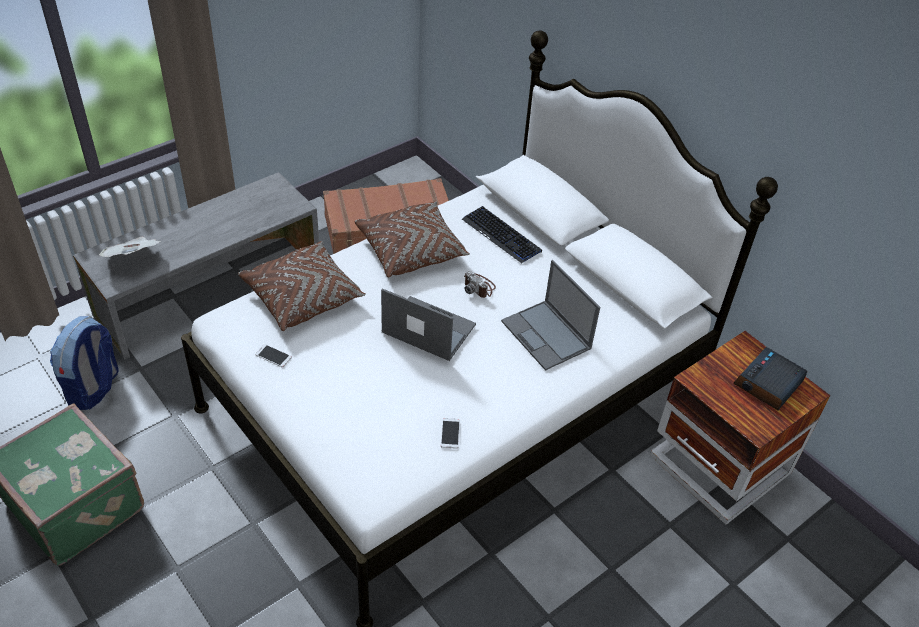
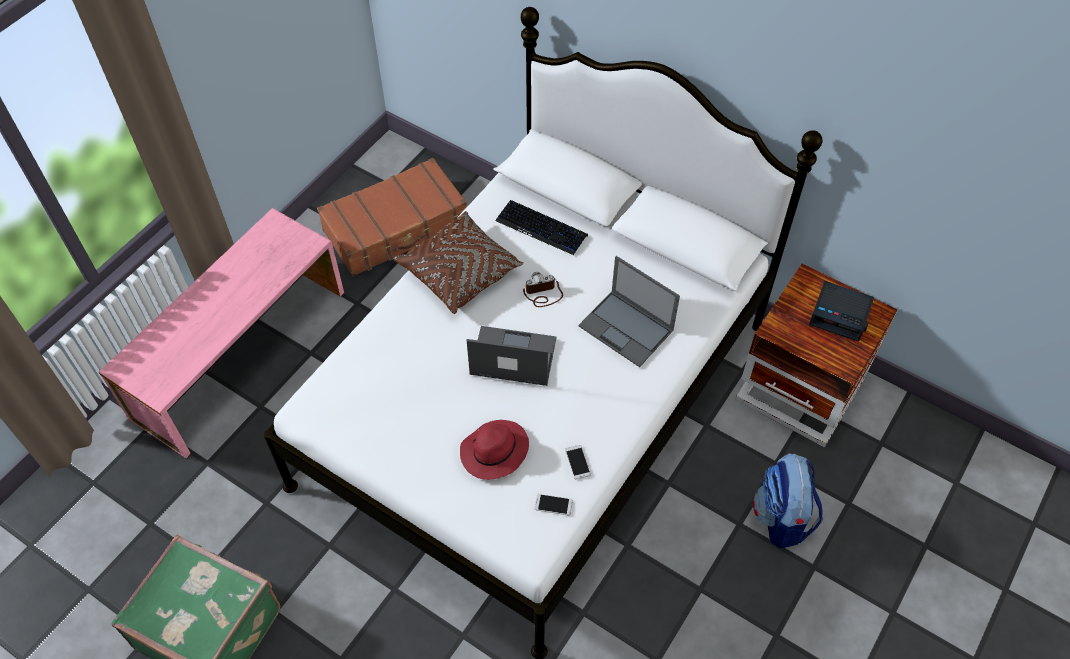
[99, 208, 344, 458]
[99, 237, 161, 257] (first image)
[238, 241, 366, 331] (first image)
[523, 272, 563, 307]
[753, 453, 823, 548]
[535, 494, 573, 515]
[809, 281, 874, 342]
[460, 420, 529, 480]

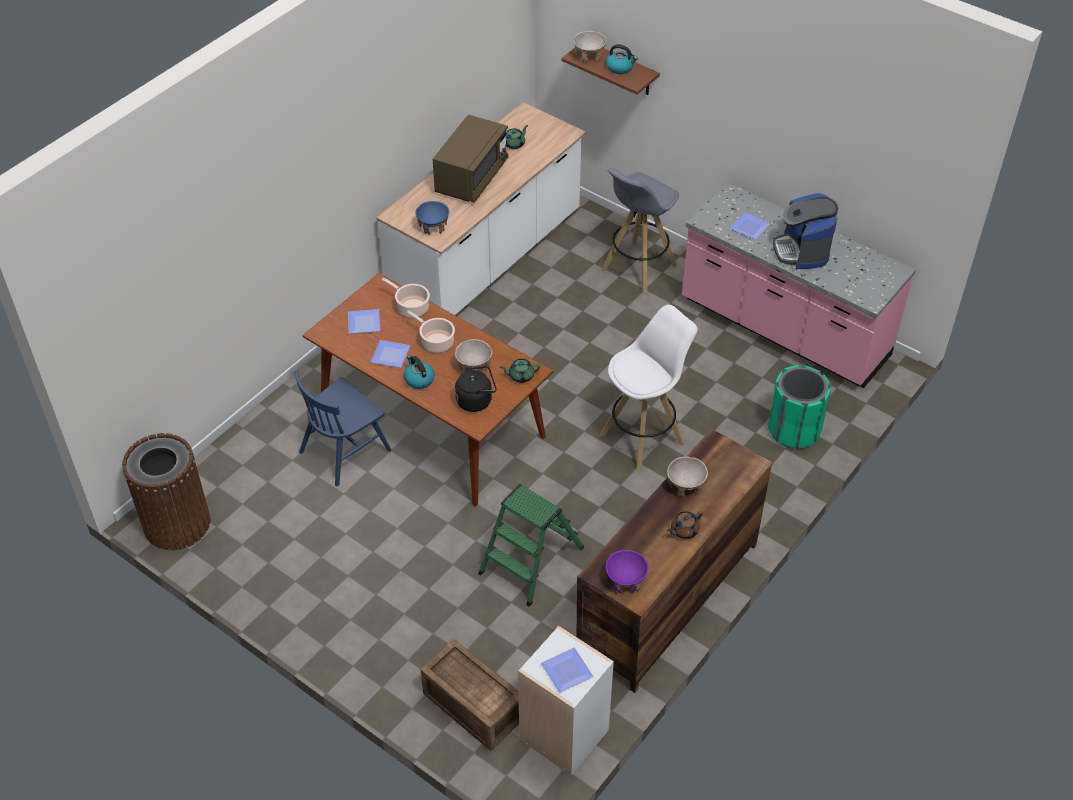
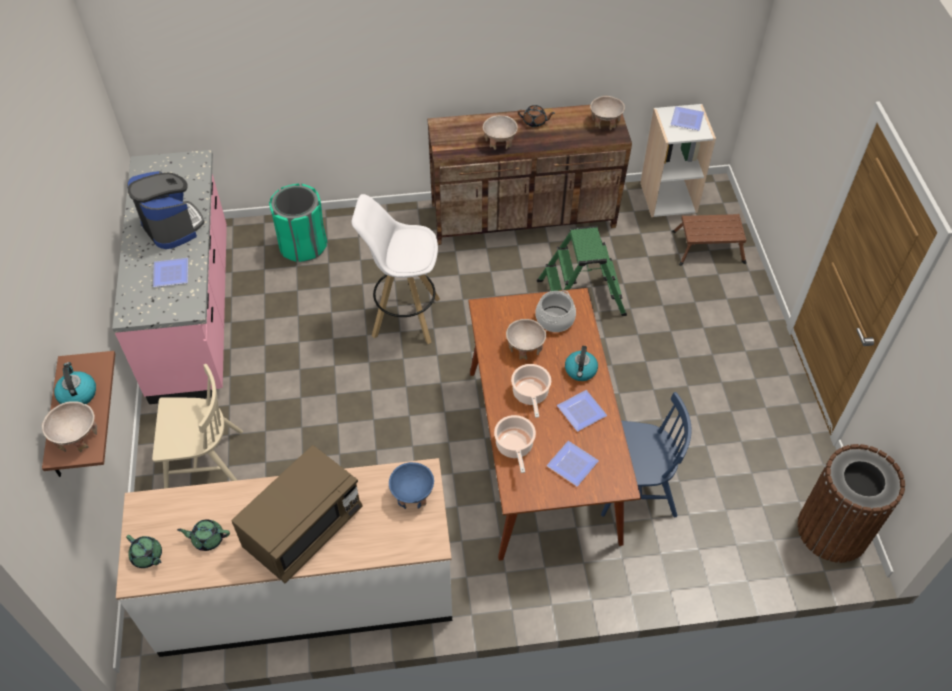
[231, 445, 363, 583]
[152, 364, 243, 489]
[127, 171, 205, 249]
[126, 535, 162, 568]
[536, 290, 576, 332]
[590, 96, 625, 130]
[672, 214, 746, 266]

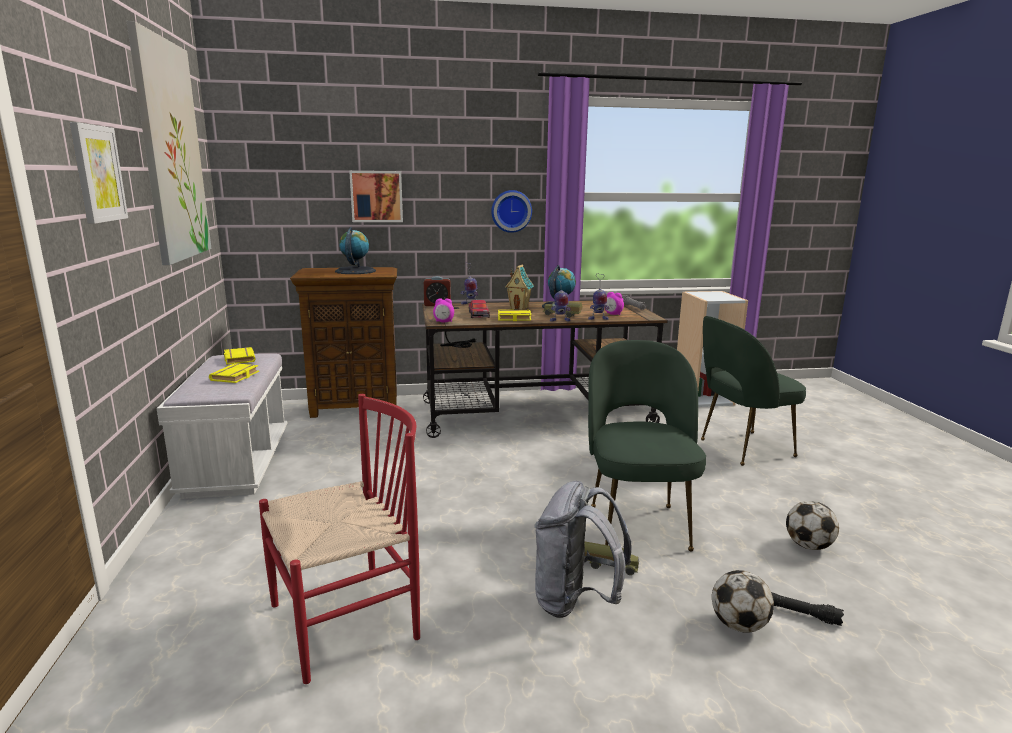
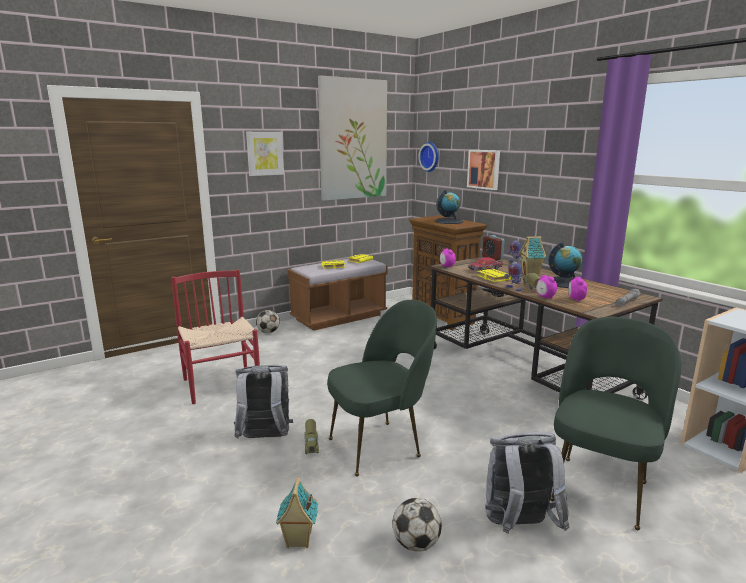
[418, 142, 439, 172]
[536, 275, 557, 299]
[551, 317, 681, 530]
[288, 259, 388, 331]
[171, 269, 260, 404]
[256, 310, 280, 333]
[276, 477, 318, 548]
[485, 432, 570, 534]

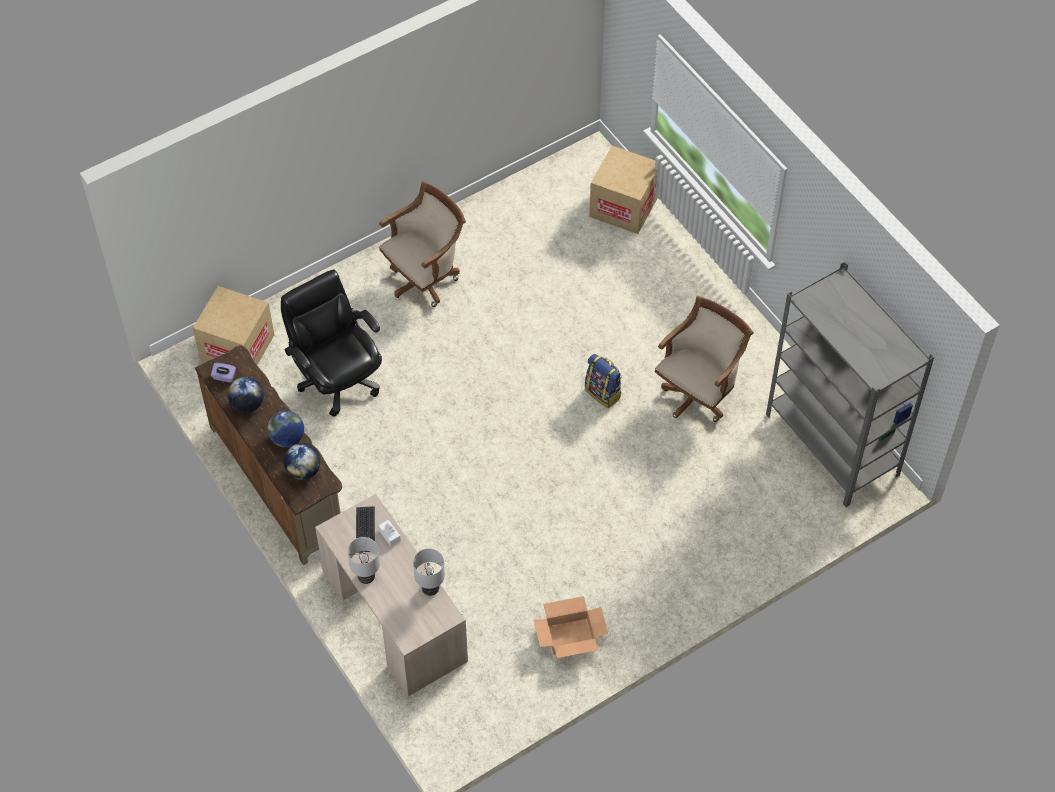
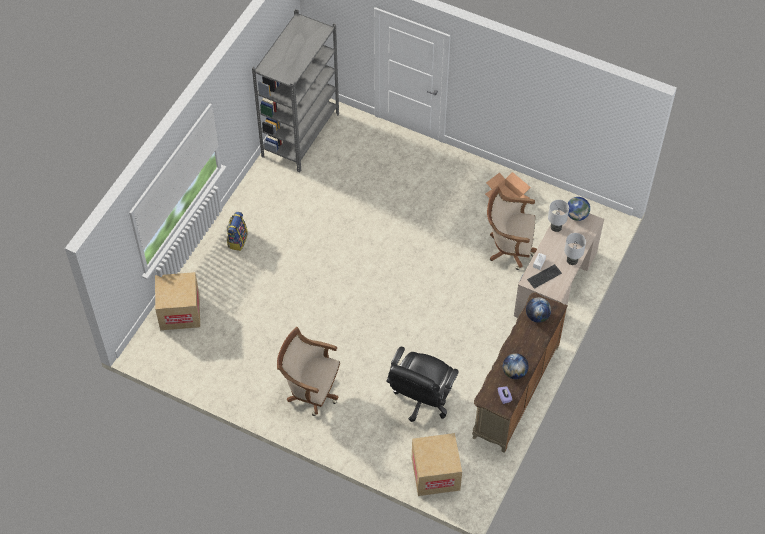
[487, 186, 537, 270]
[227, 212, 248, 251]
[567, 197, 590, 221]

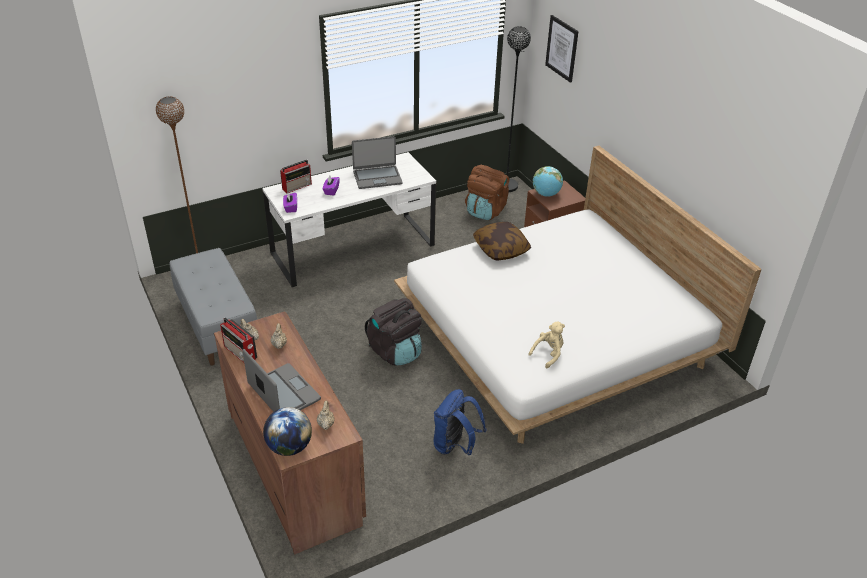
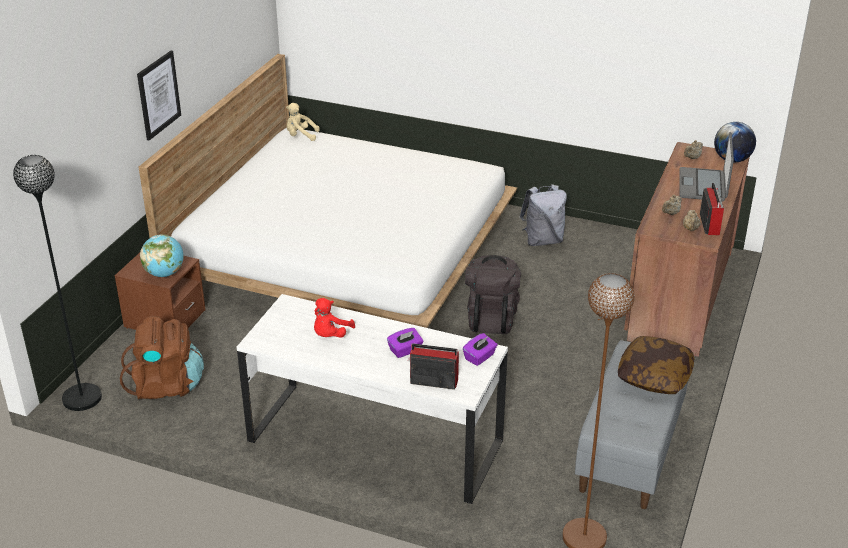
[137, 51, 181, 141]
[314, 298, 355, 338]
[618, 336, 694, 394]
[286, 103, 320, 141]
[519, 184, 567, 246]

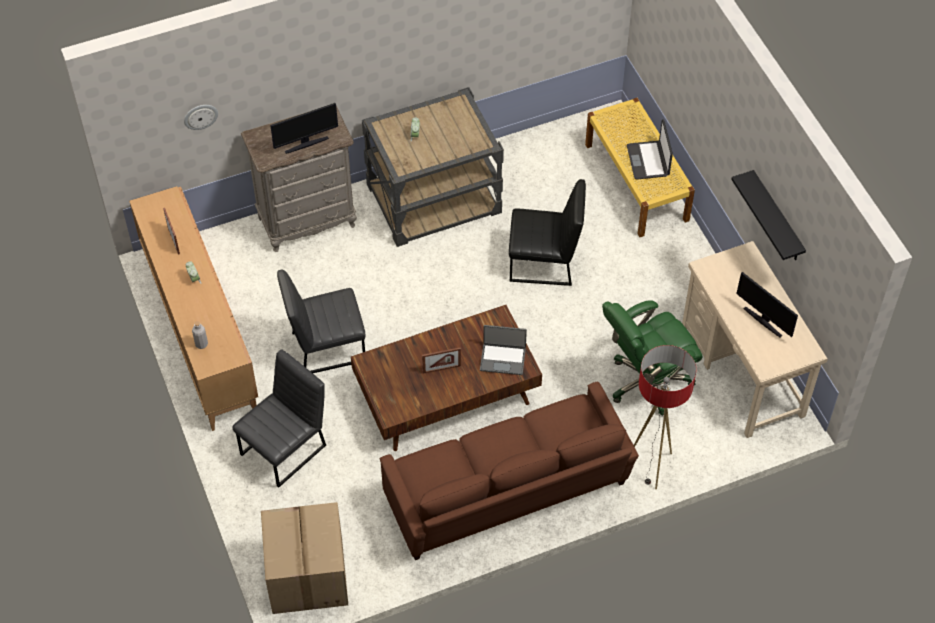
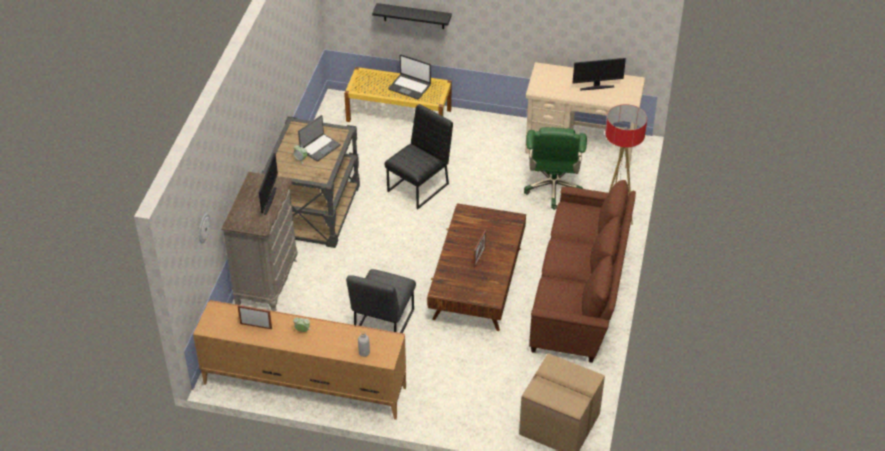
[372, 3, 452, 29]
[298, 115, 341, 162]
[232, 349, 326, 488] (first image)

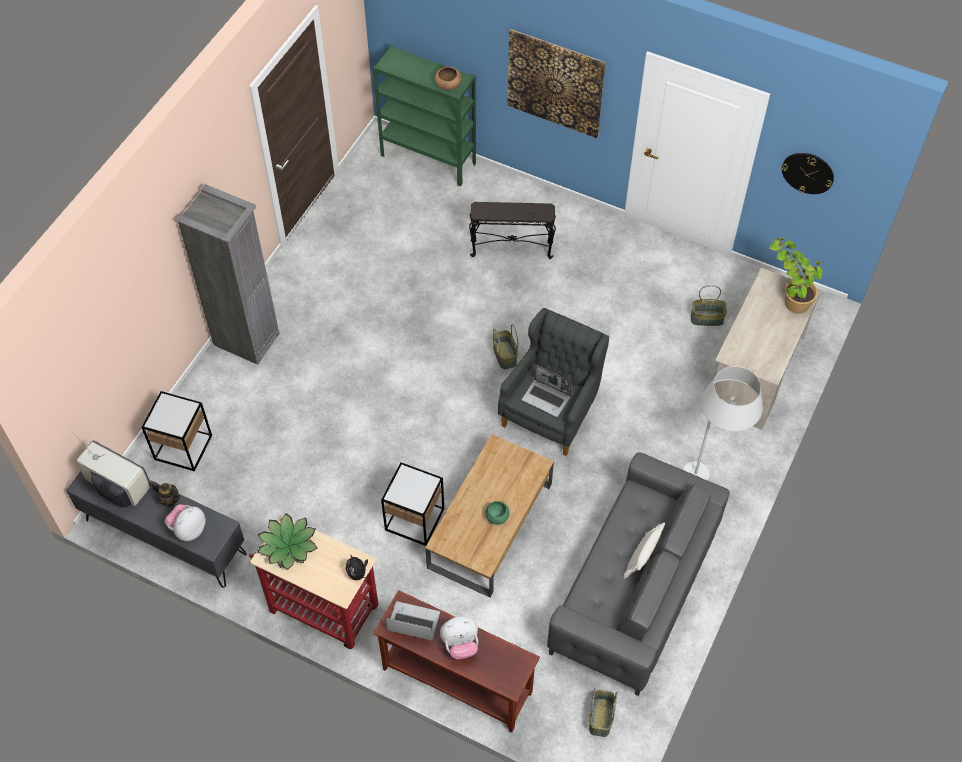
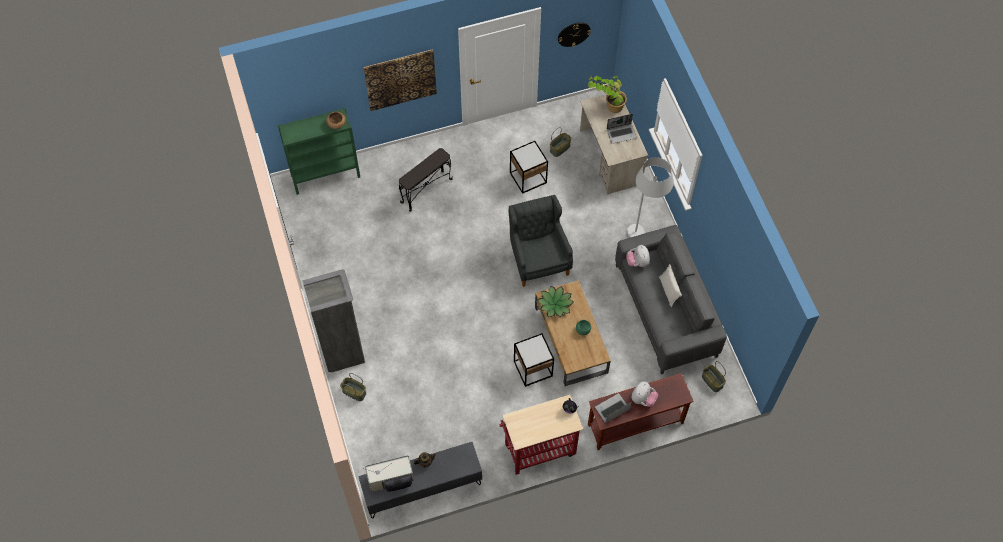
[340, 373, 366, 401]
[607, 114, 637, 144]
[510, 141, 548, 194]
[626, 245, 650, 267]
[537, 286, 573, 318]

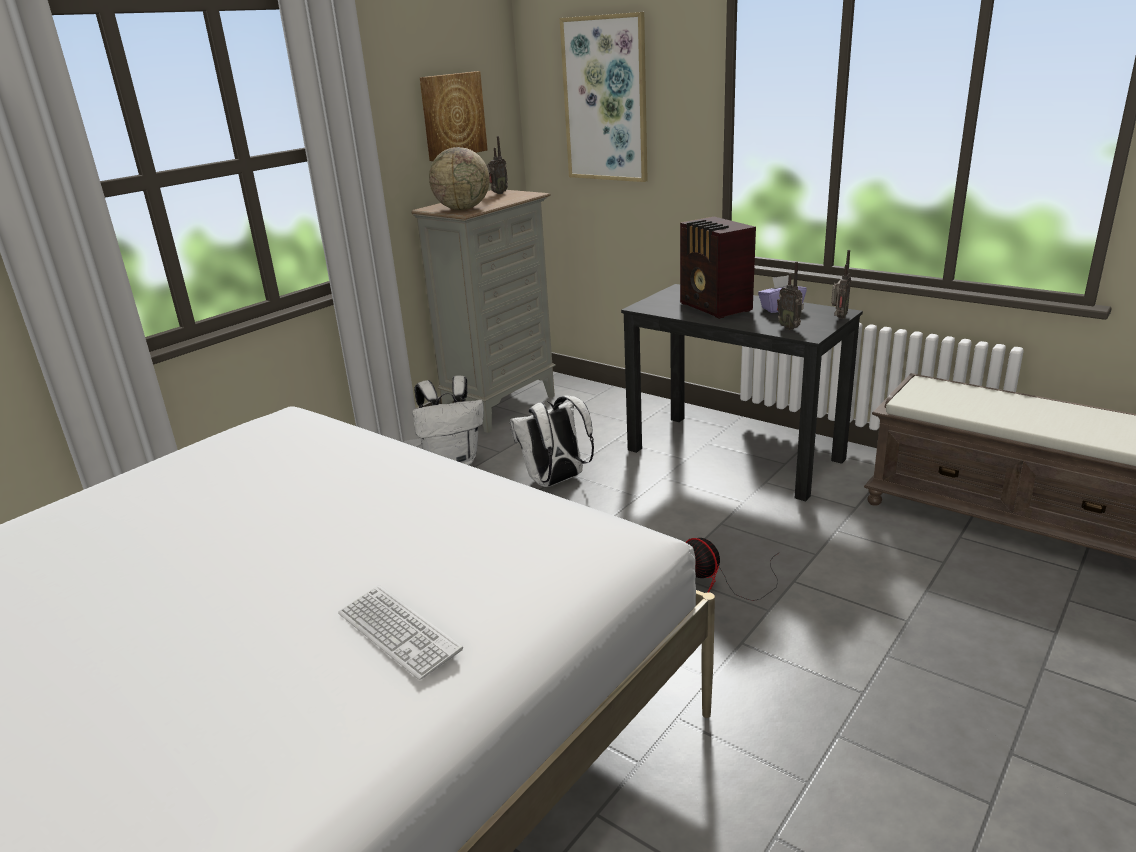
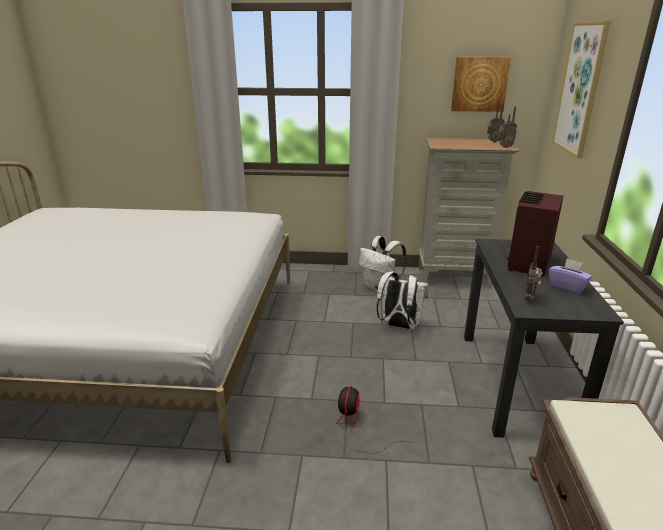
[429, 147, 490, 210] (first image)
[499, 106, 517, 148]
[338, 585, 463, 680] (first image)

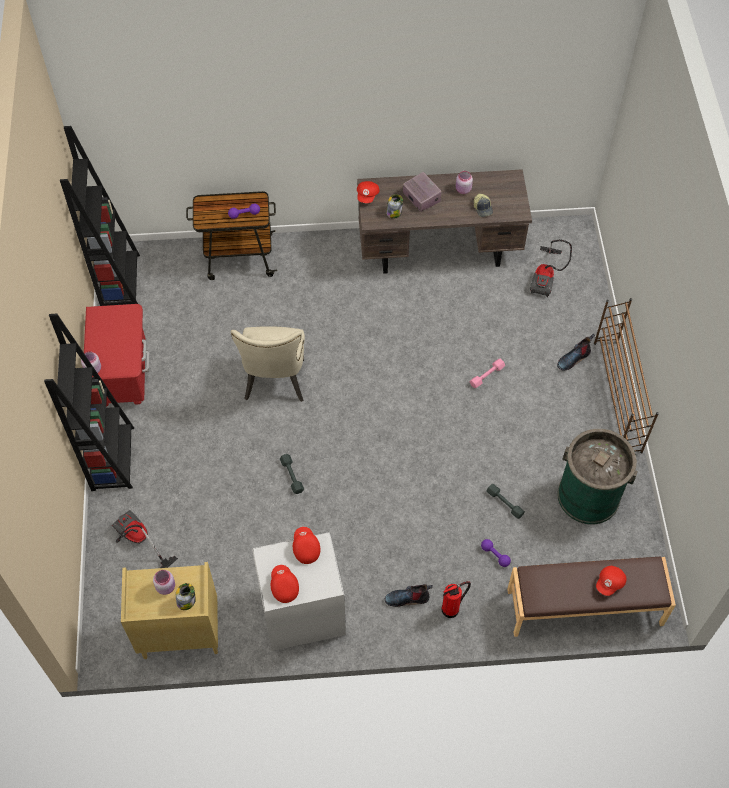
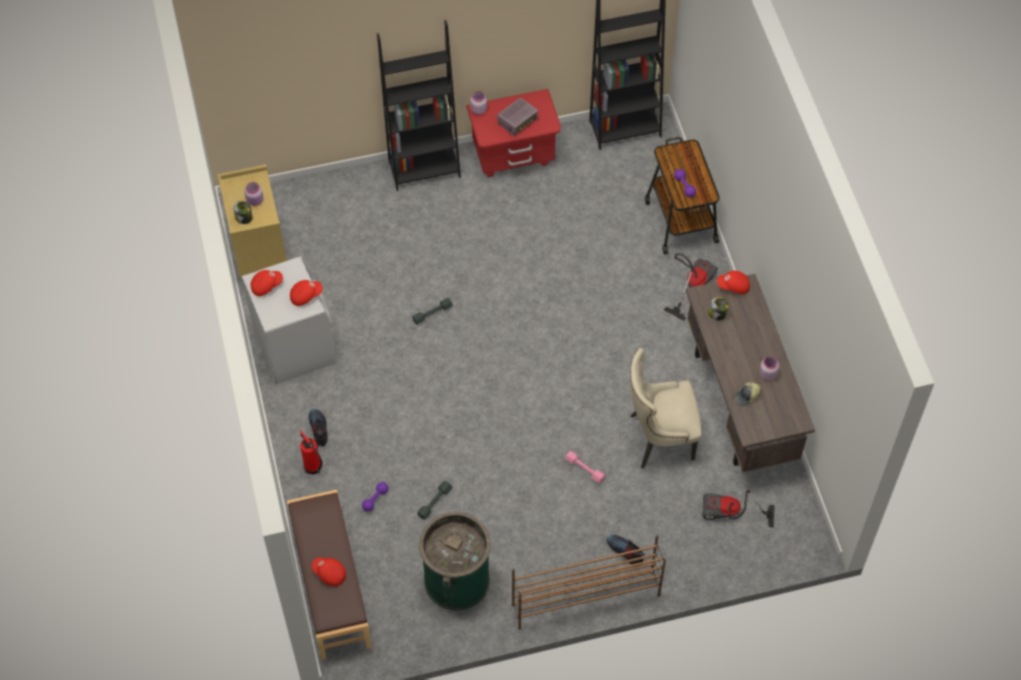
[497, 98, 538, 137]
[630, 348, 701, 469]
[664, 253, 718, 321]

